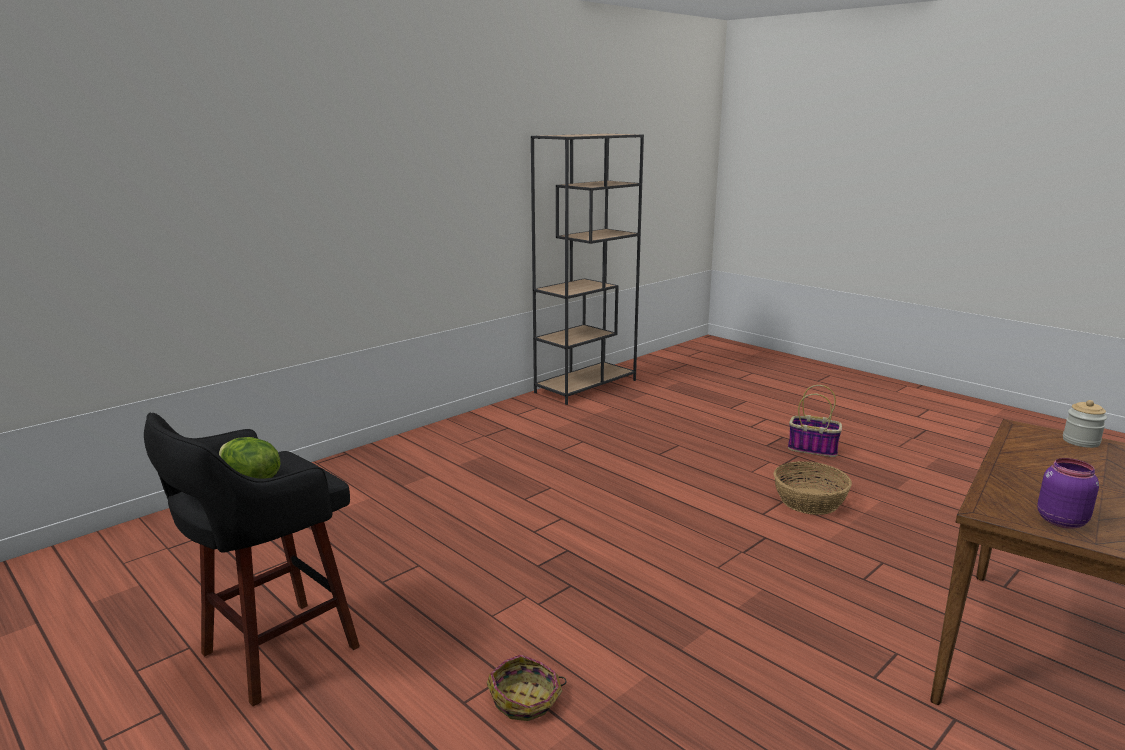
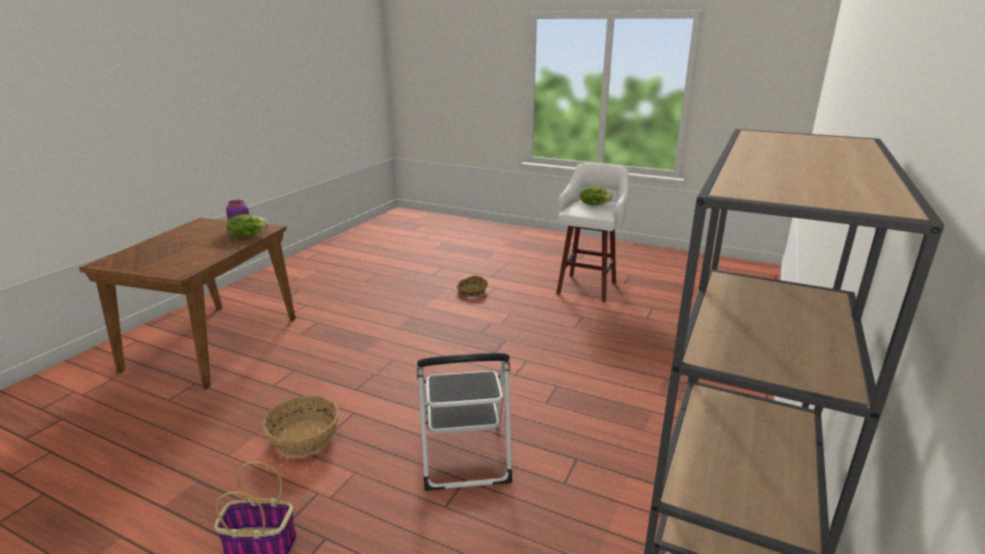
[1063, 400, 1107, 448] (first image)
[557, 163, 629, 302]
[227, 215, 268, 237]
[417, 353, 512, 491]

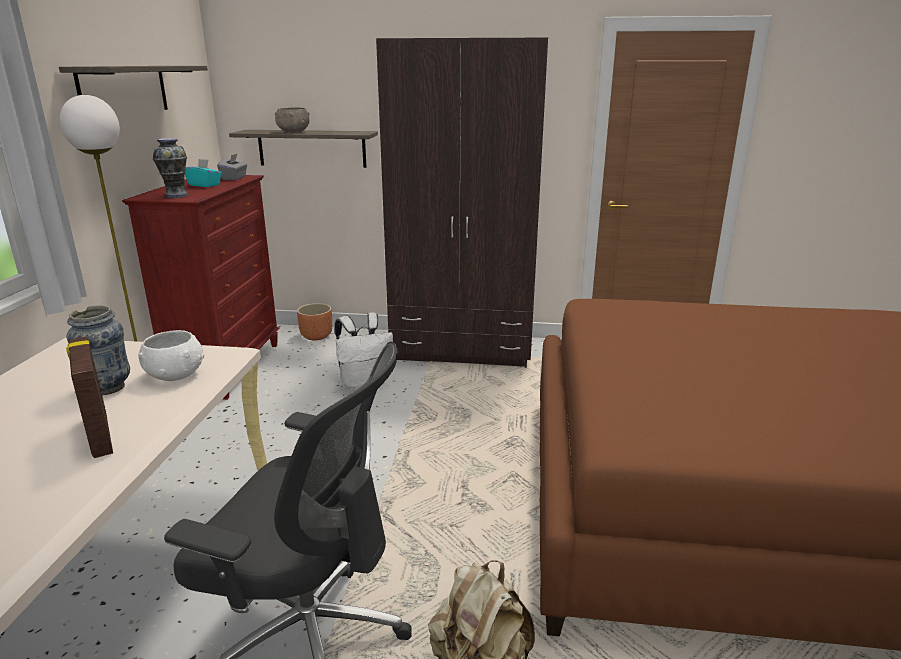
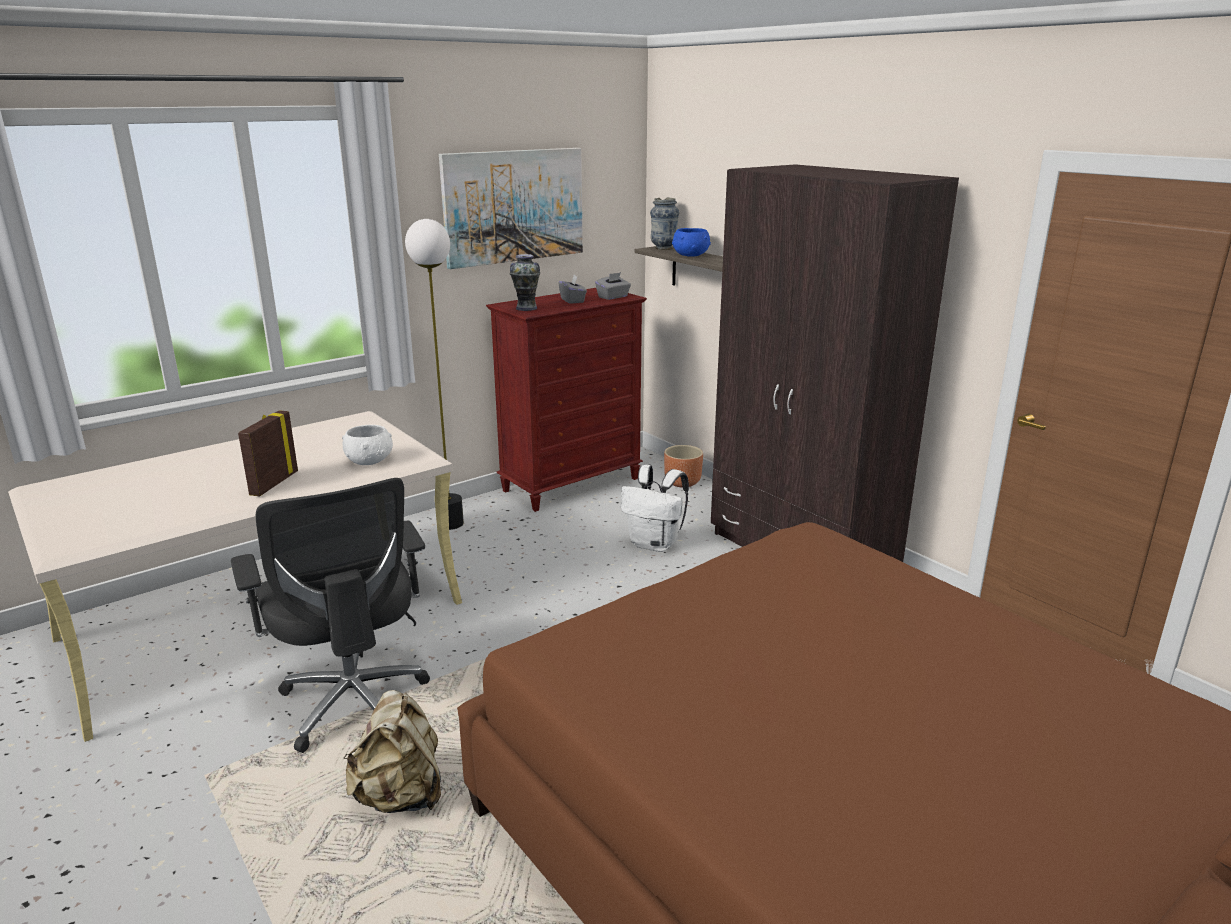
[439, 148, 583, 269]
[672, 228, 711, 257]
[559, 275, 587, 304]
[650, 198, 679, 250]

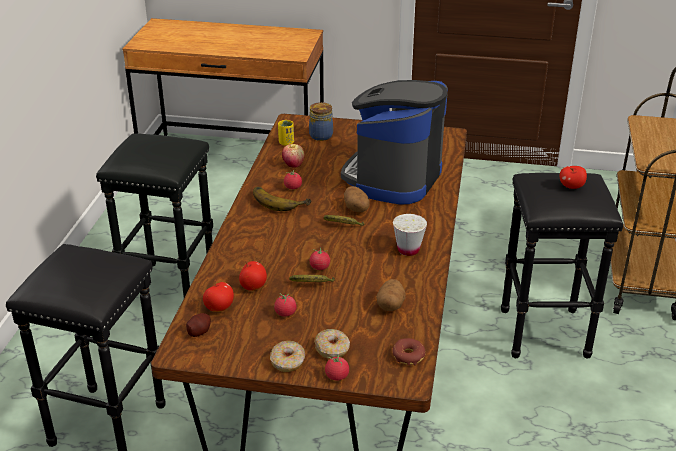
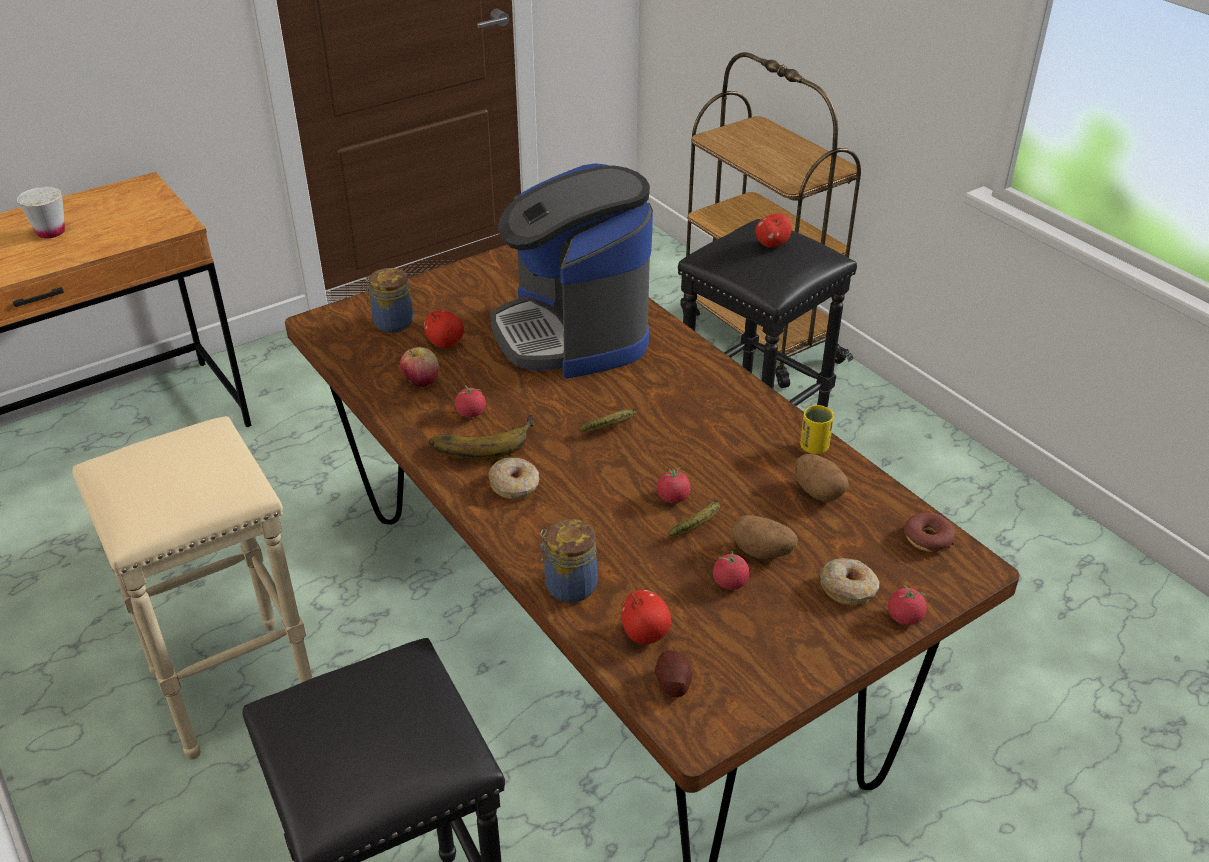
[800, 405, 834, 454]
[73, 416, 312, 760]
[732, 515, 798, 559]
[17, 187, 65, 239]
[424, 310, 464, 348]
[488, 457, 539, 499]
[539, 519, 598, 603]

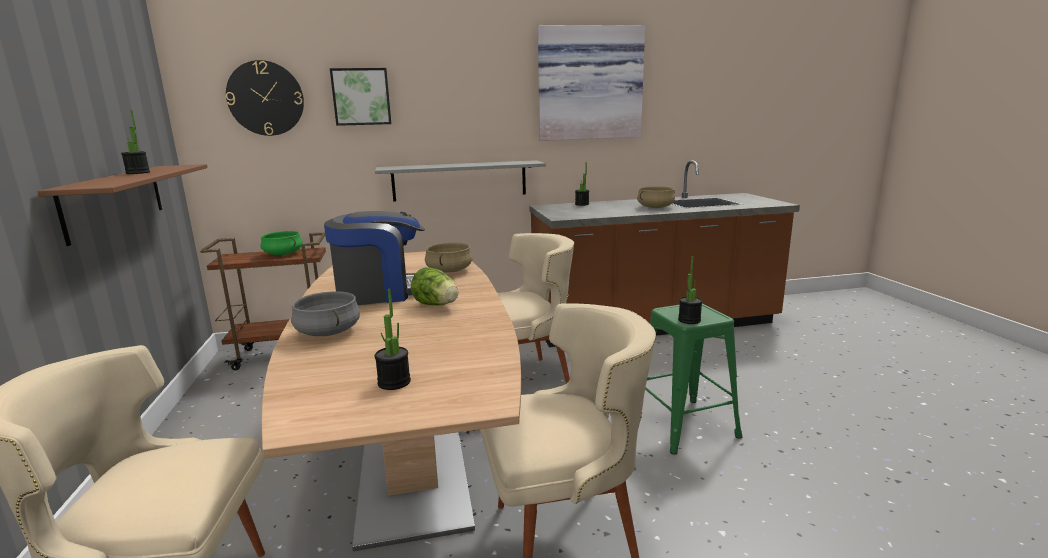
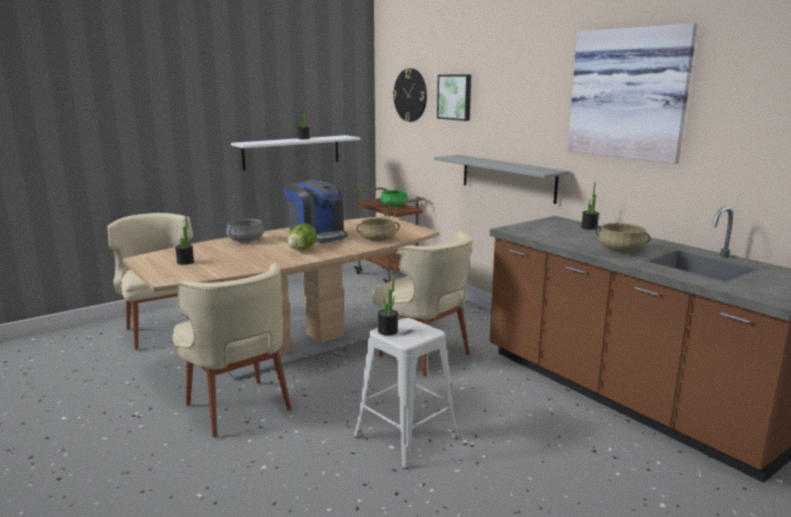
[231, 135, 361, 171]
[354, 318, 459, 469]

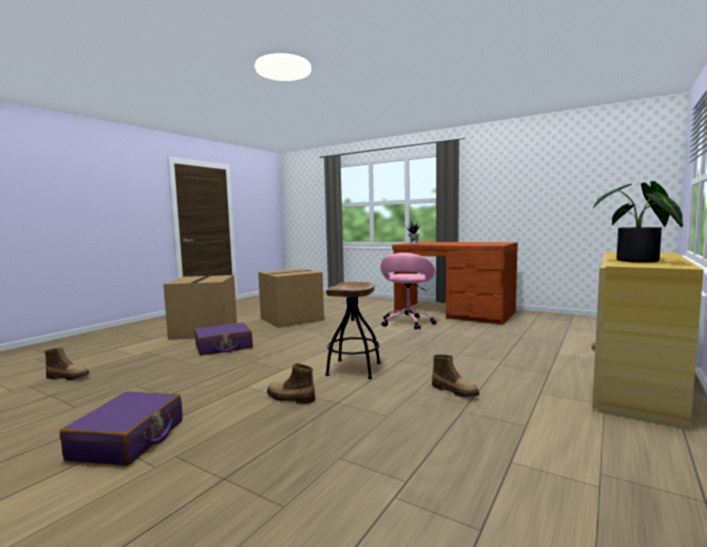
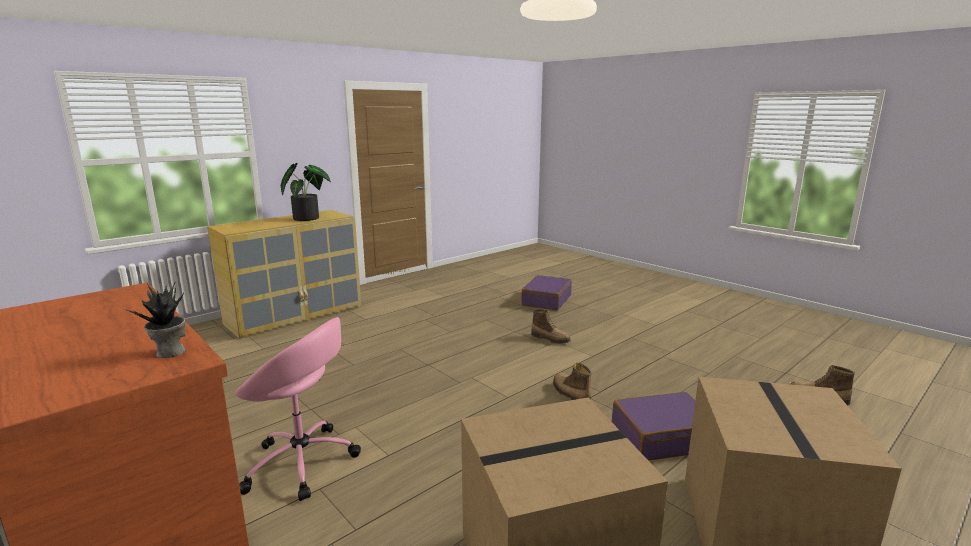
[235, 317, 361, 501]
[325, 282, 381, 379] (first image)
[553, 363, 591, 400]
[521, 275, 572, 311]

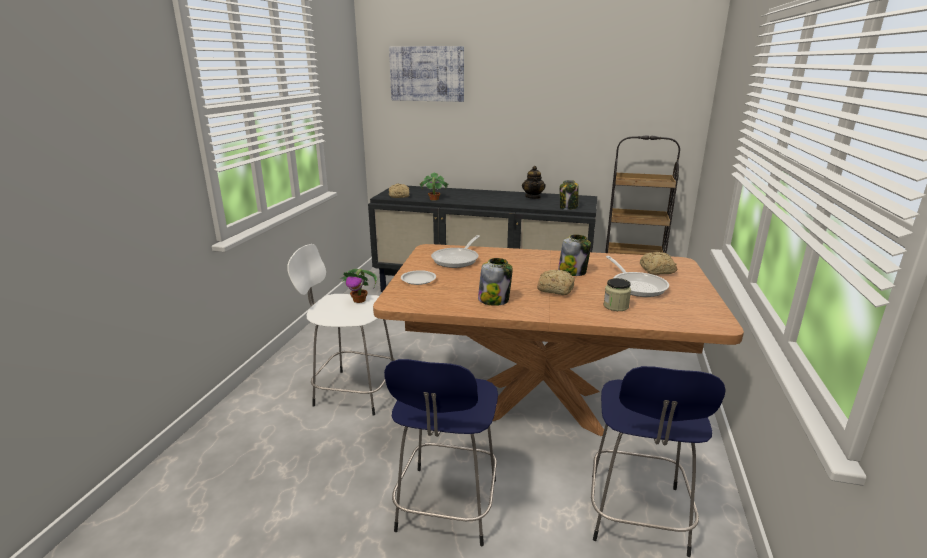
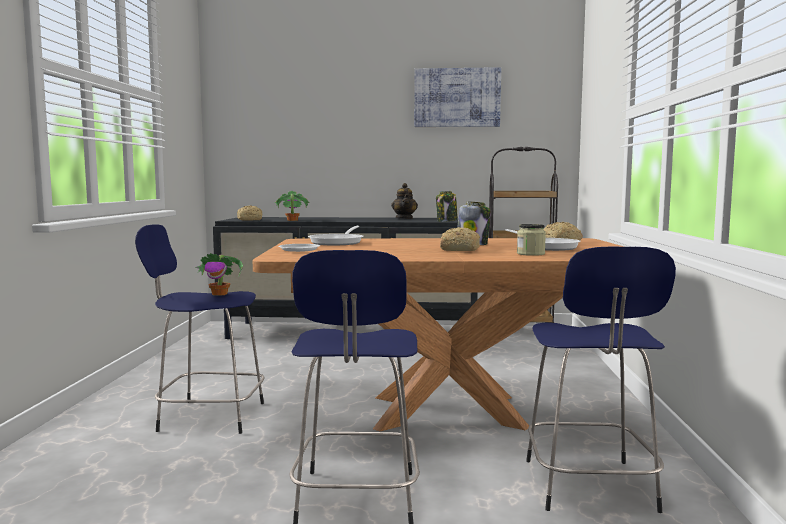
[414, 67, 501, 127]
[135, 224, 265, 434]
[478, 258, 513, 306] (first image)

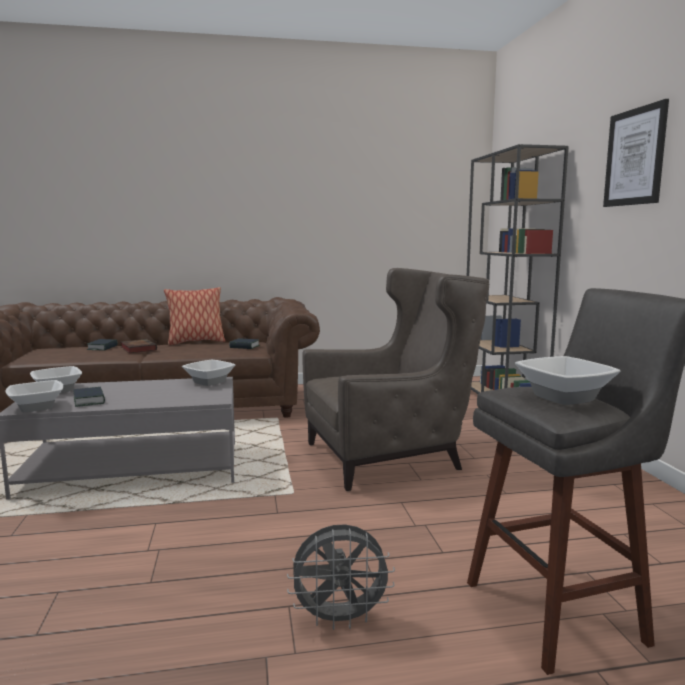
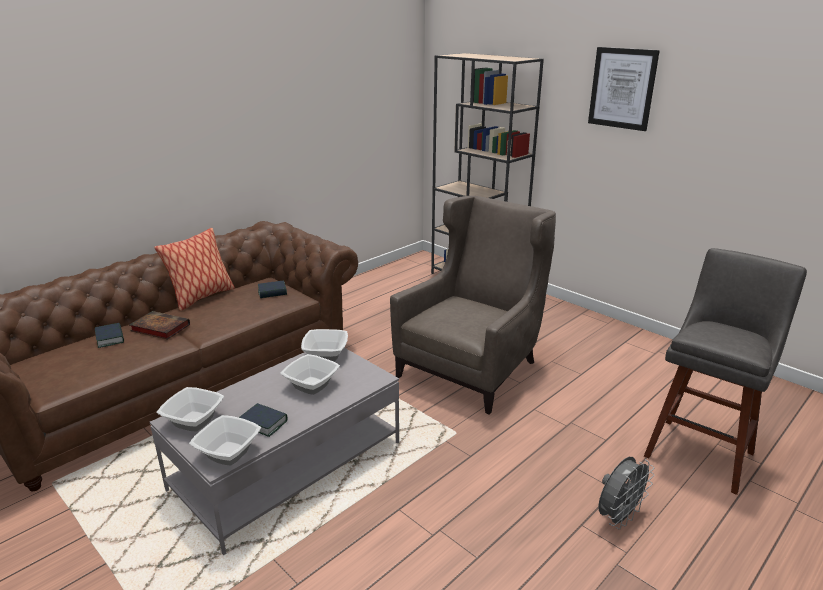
[280, 354, 340, 395]

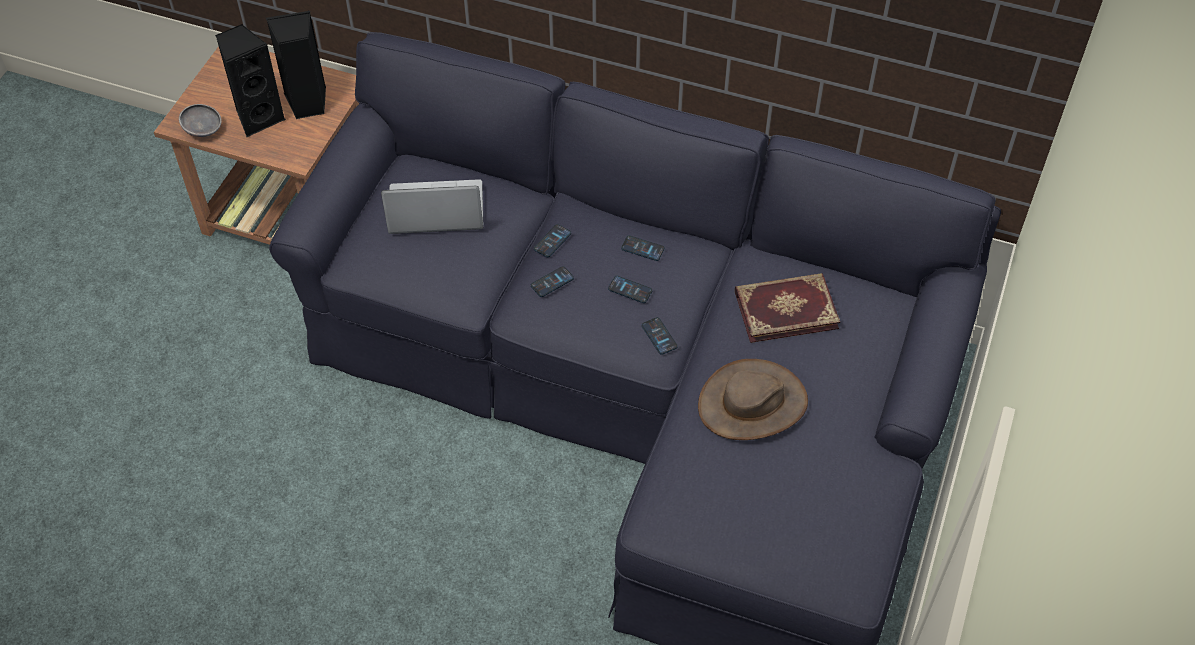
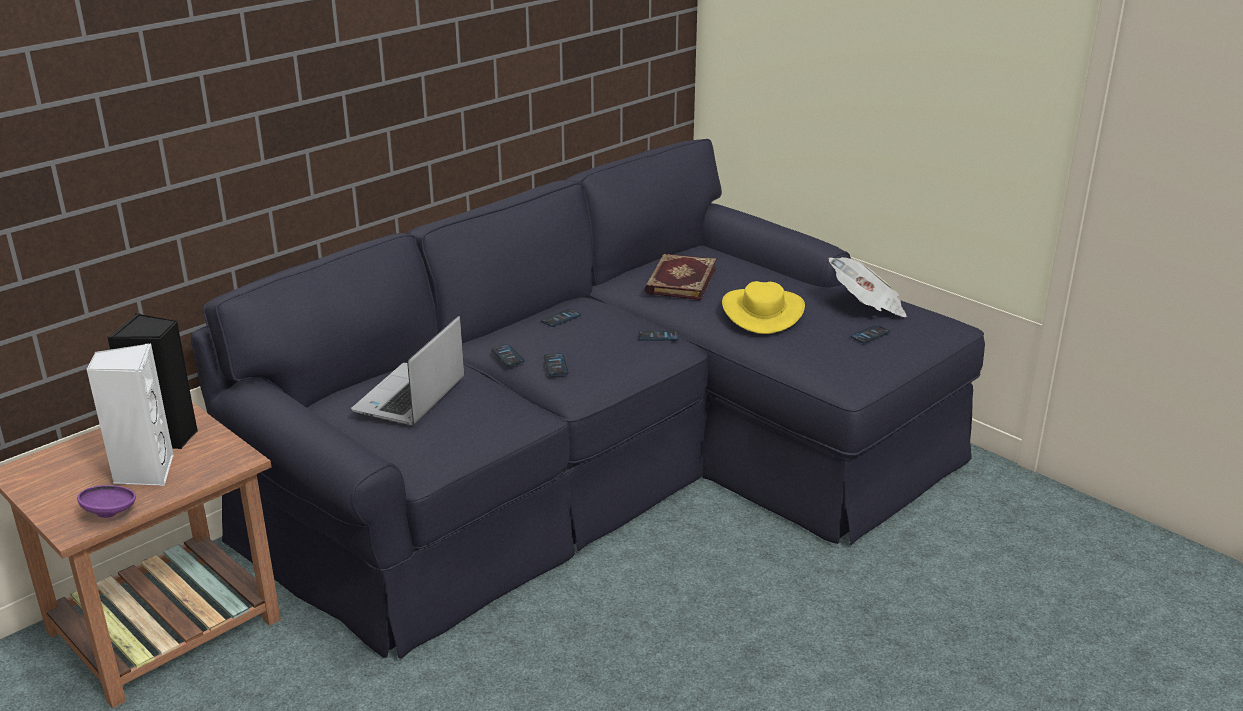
[86, 343, 174, 486]
[77, 485, 136, 518]
[851, 325, 890, 344]
[722, 281, 805, 334]
[829, 257, 907, 317]

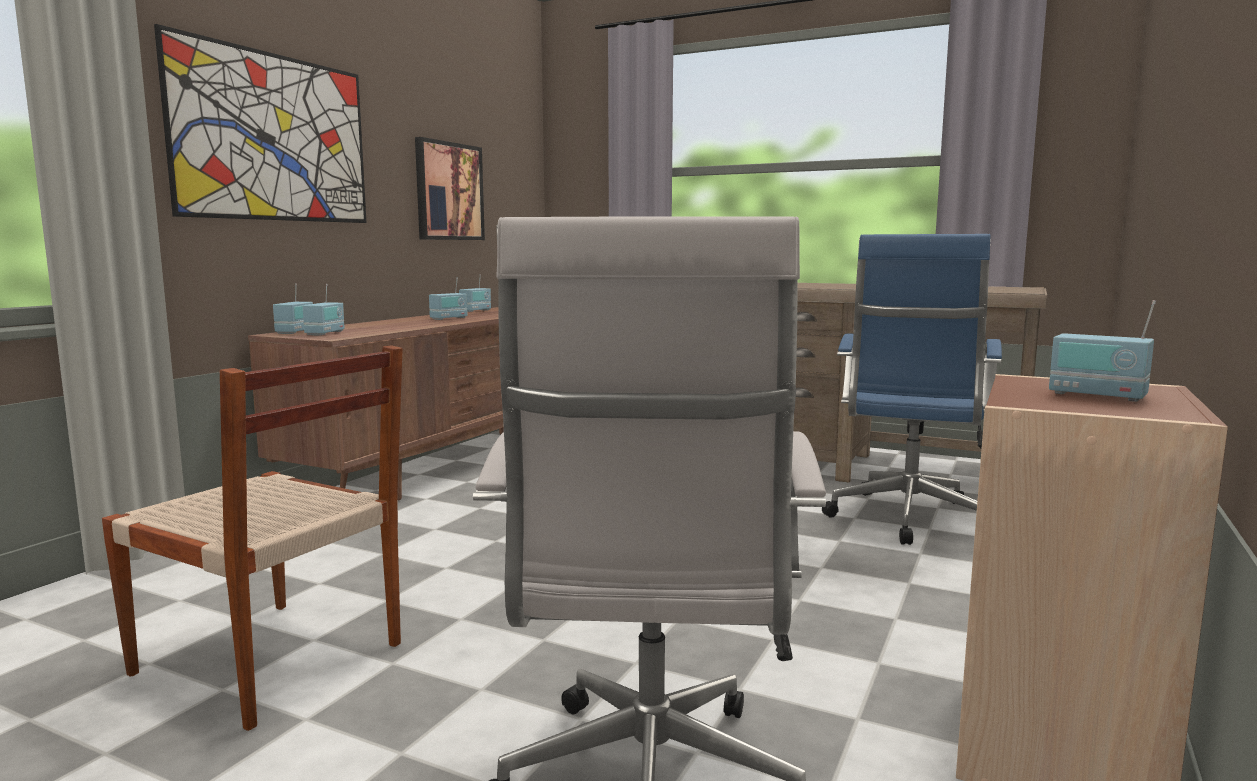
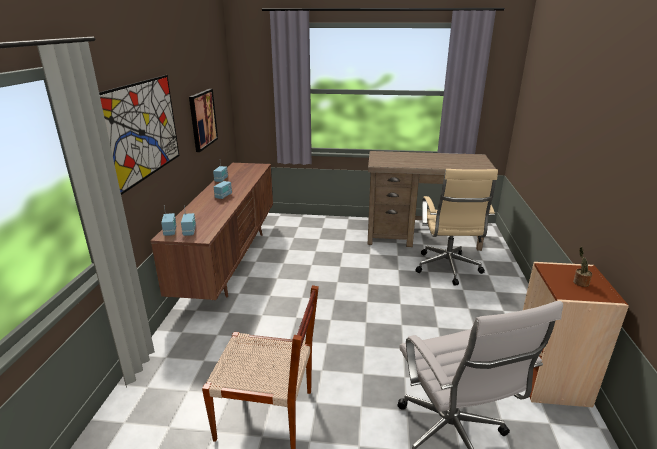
[415, 169, 498, 286]
[573, 247, 592, 287]

